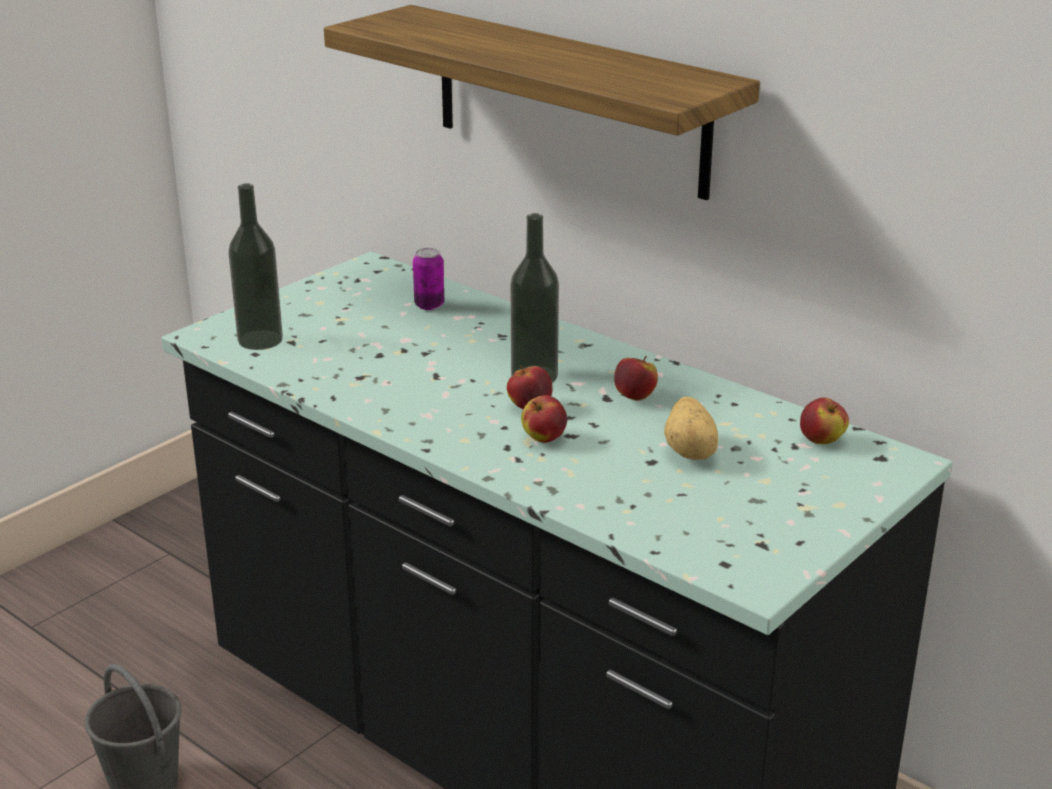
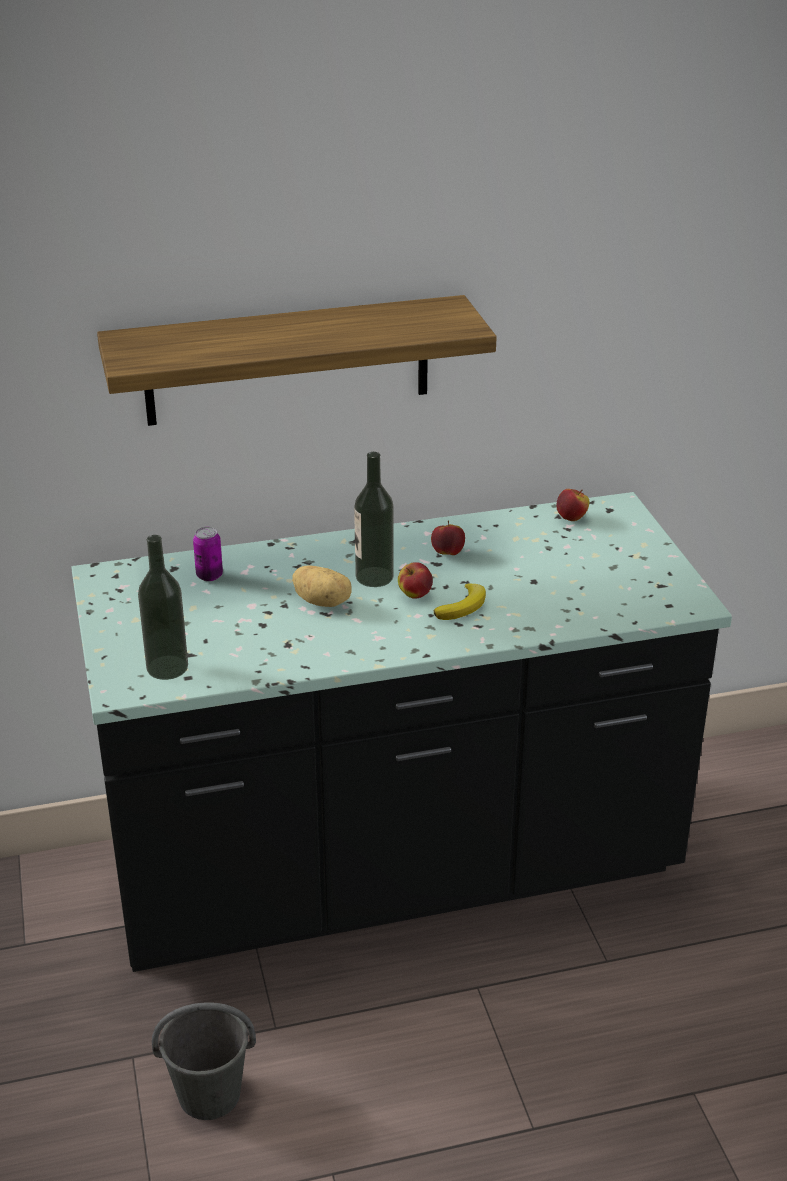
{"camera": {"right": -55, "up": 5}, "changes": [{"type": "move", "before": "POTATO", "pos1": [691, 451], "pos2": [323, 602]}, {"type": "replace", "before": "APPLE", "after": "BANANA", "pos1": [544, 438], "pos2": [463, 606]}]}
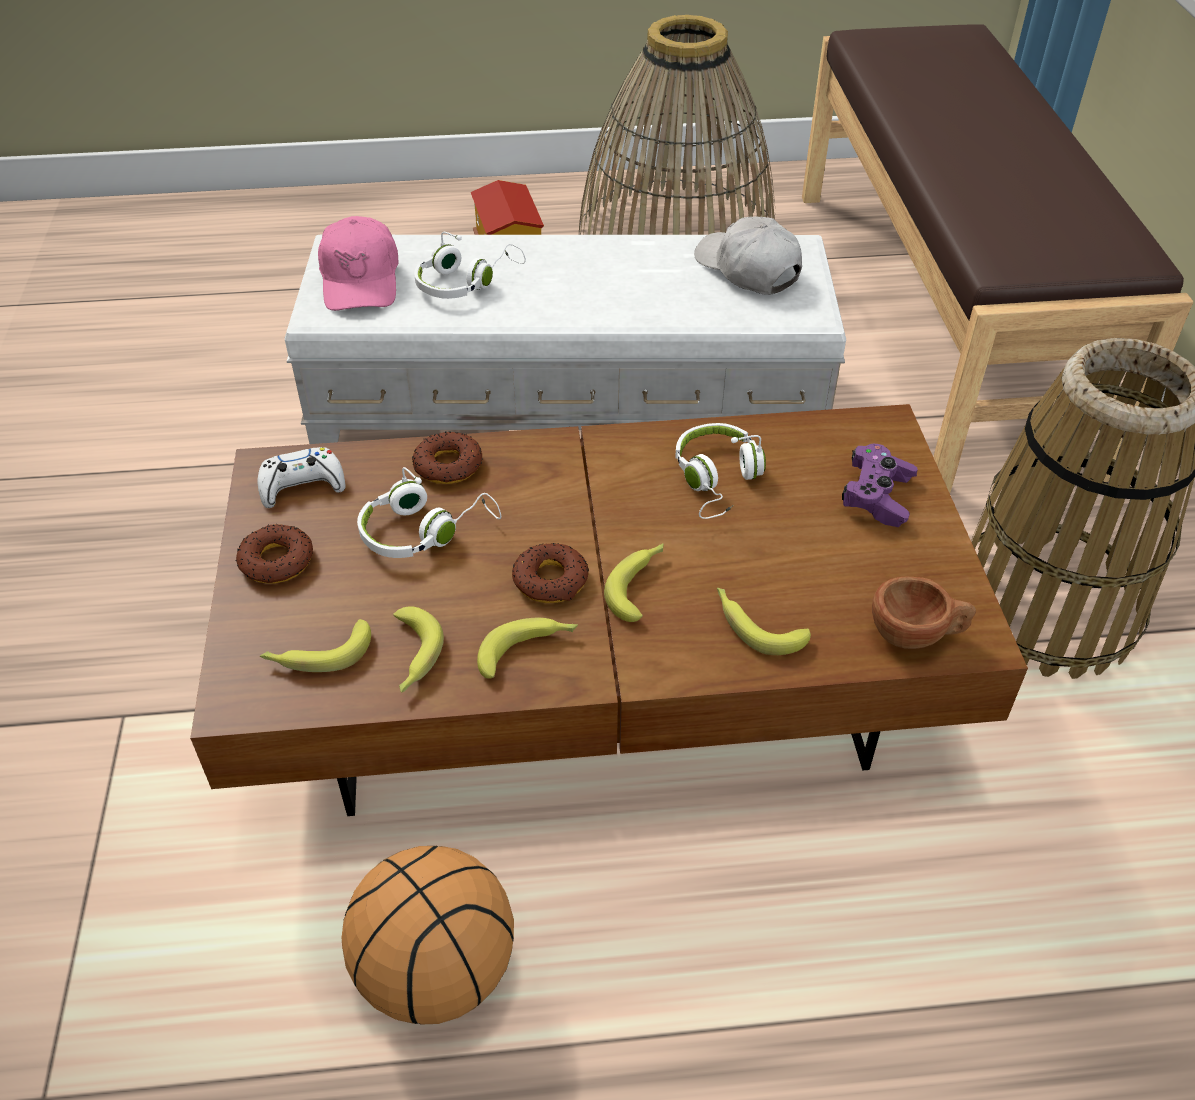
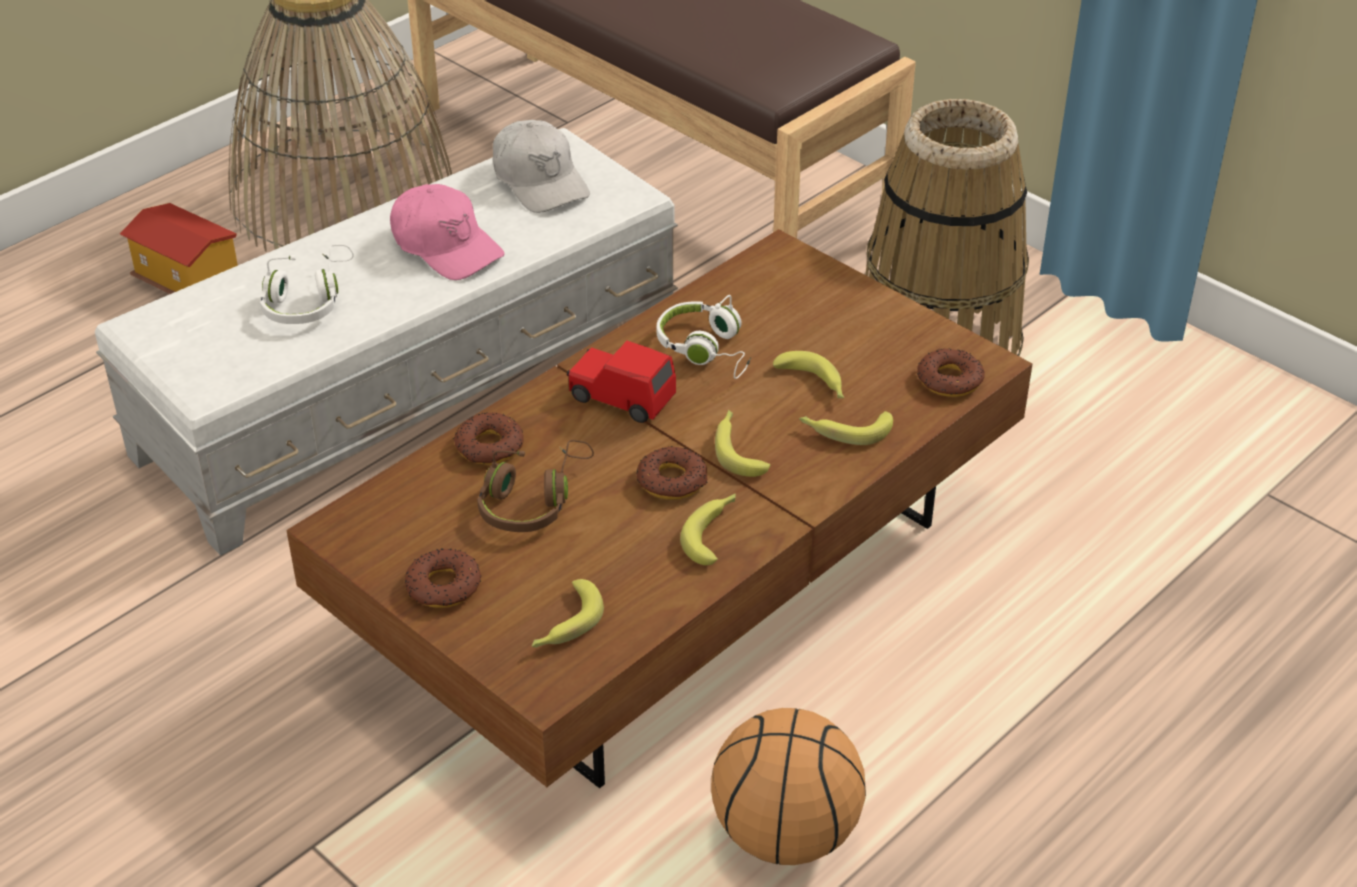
{"camera": {"right": -40, "up": -5}, "changes": [{"type": "delete", "before": "WHITE-COLOURED GAME CONTROLLER", "pos1": [302, 485]}, {"type": "delete", "before": "PURPLISH GAME CONTROLLER", "pos1": [877, 496]}, {"type": "insert", "after": "RED-COLOURED MODEL CAR", "pos2": [621, 398]}, {"type": "move", "before": "PINK CAP", "pos1": [361, 280], "pos2": [446, 246]}, {"type": "move", "before": "BANANA", "pos1": [412, 657], "pos2": [814, 384]}, {"type": "replace", "before": "BROWN-COLOURED CUP", "after": "DONUT", "pos1": [917, 635], "pos2": [949, 380]}, {"type": "recolor", "before": "WHITE-COLOURED PAIR OF HEADPHONES", "after": "BROWN-COLOURED PAIR OF HEADPHONES", "pos1": [424, 530], "pos2": [533, 500]}, {"type": "rotate", "before": "WHITE-COLOURED CAP", "pos1": [747, 269], "pos2": [540, 181], "turn": -135}]}
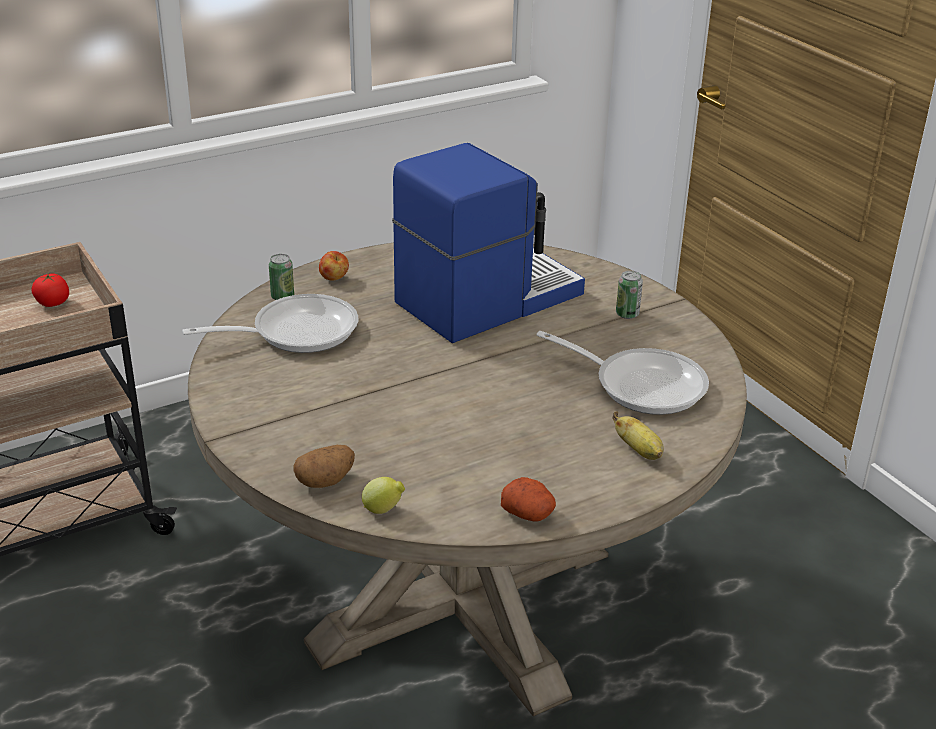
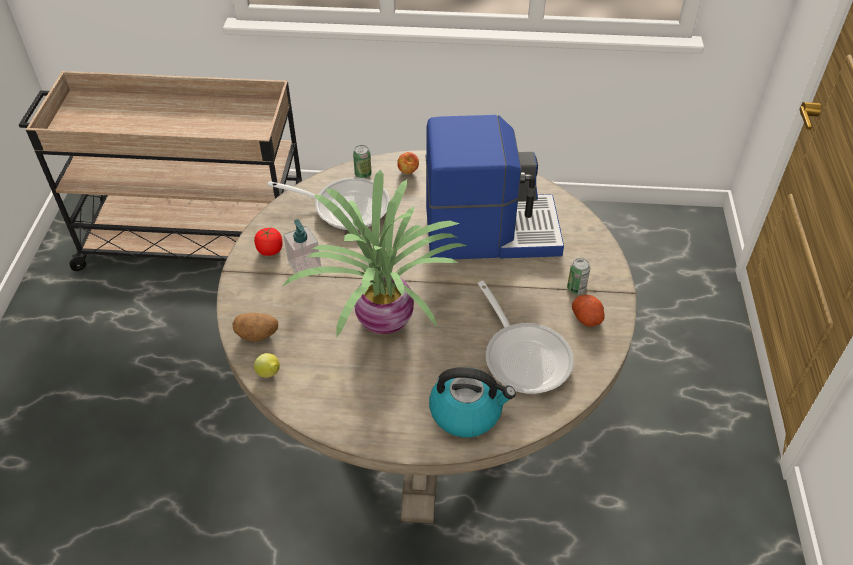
{"camera": {"right": 35, "up": 15}, "changes": [{"type": "insert", "after": "HOUSEPLANT", "pos2": [385, 316]}, {"type": "insert", "after": "SOAP BOTTLE", "pos2": [304, 264]}, {"type": "move", "before": "WHOLE TOMATO", "pos1": [53, 303], "pos2": [270, 250]}, {"type": "move", "before": "POTATO", "pos1": [528, 513], "pos2": [587, 318]}, {"type": "replace", "before": "BANANA", "after": "TEA KETTLE", "pos1": [639, 451], "pos2": [467, 412]}]}
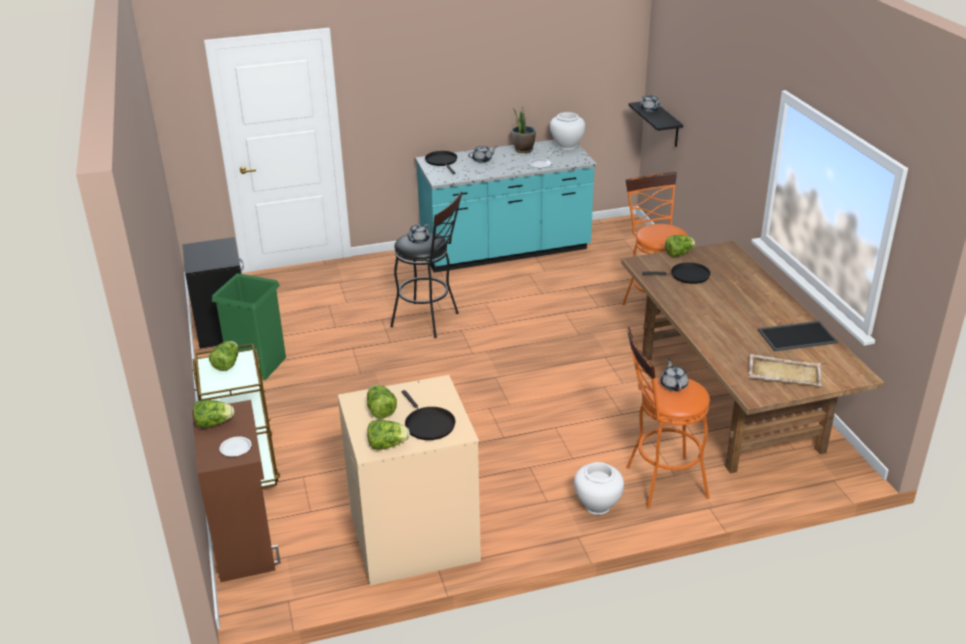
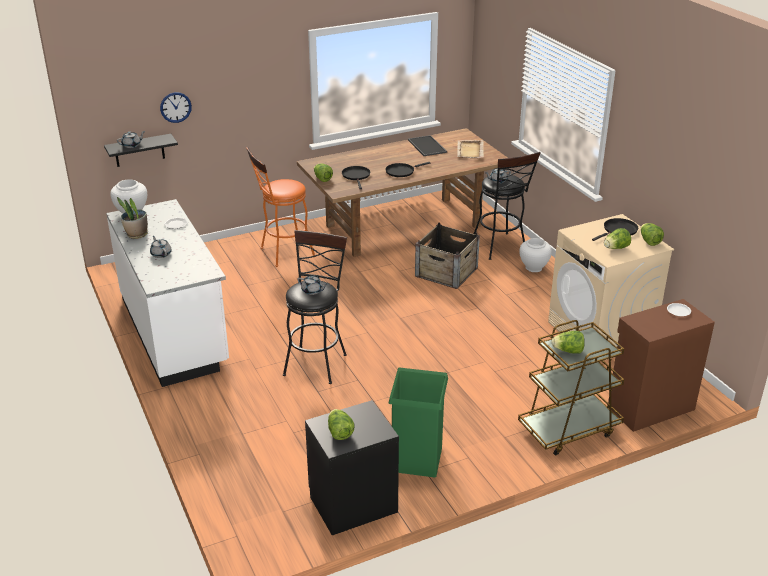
{"camera": {"right": -100, "up": 0}, "changes": [{"type": "insert", "after": "CLOCK ON THE WALL", "pos2": [175, 107]}, {"type": "insert", "after": "SHIPPING CRATE", "pos2": [446, 272]}, {"type": "move", "before": "LETTUCE", "pos1": [214, 423], "pos2": [339, 432]}, {"type": "move", "before": "BLACKISH FRYING PAN", "pos1": [442, 161], "pos2": [401, 171]}, {"type": "recolor", "before": "TURQUOISE KITCHEN BASE UNIT", "after": "WHITE-COLOURED KITCHEN BASE UNIT", "pos1": [505, 251], "pos2": [175, 331]}, {"type": "recolor", "before": "ORANGE-COLOURED SITTING STOOL", "after": "BLACKISH SITTING STOOL", "pos1": [659, 483], "pos2": [501, 248]}]}
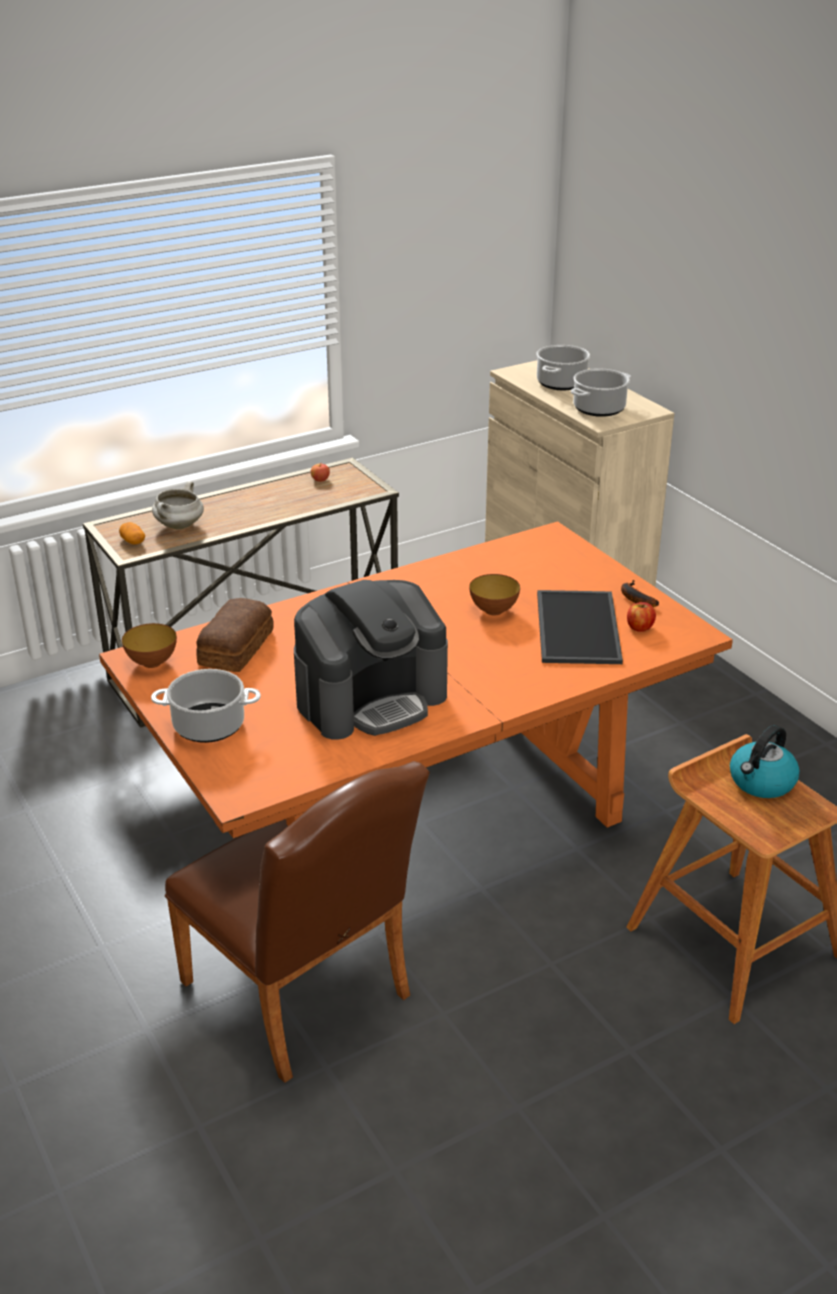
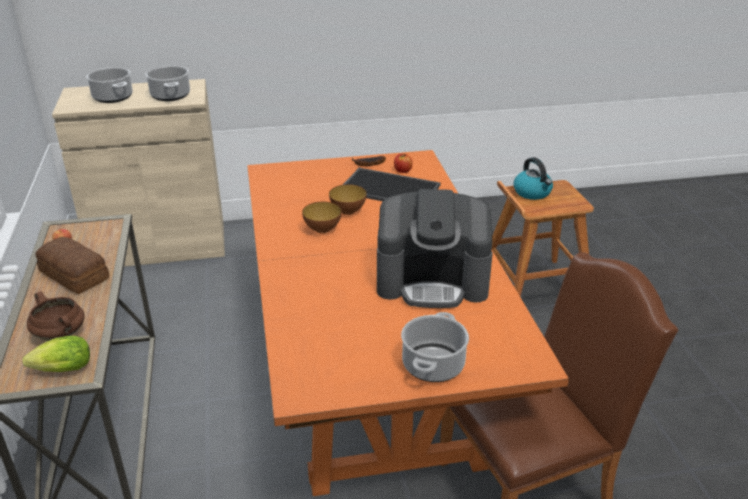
{"camera": {"right": -70, "up": 0}, "changes": [{"type": "move", "before": "BOWL", "pos1": [152, 663], "pos2": [322, 230]}, {"type": "move", "before": "BAKED BREAD", "pos1": [234, 648], "pos2": [74, 275]}, {"type": "replace", "before": "POTATO", "after": "LETTUCE", "pos1": [133, 541], "pos2": [60, 370]}, {"type": "recolor", "before": "WHITE-COLOURED COOKING POT", "after": "BROWN-COLOURED COOKING POT", "pos1": [179, 526], "pos2": [61, 335]}, {"type": "rotate", "before": "COFFEE MAKER", "pos1": [371, 698], "pos2": [432, 280], "turn": 105}]}
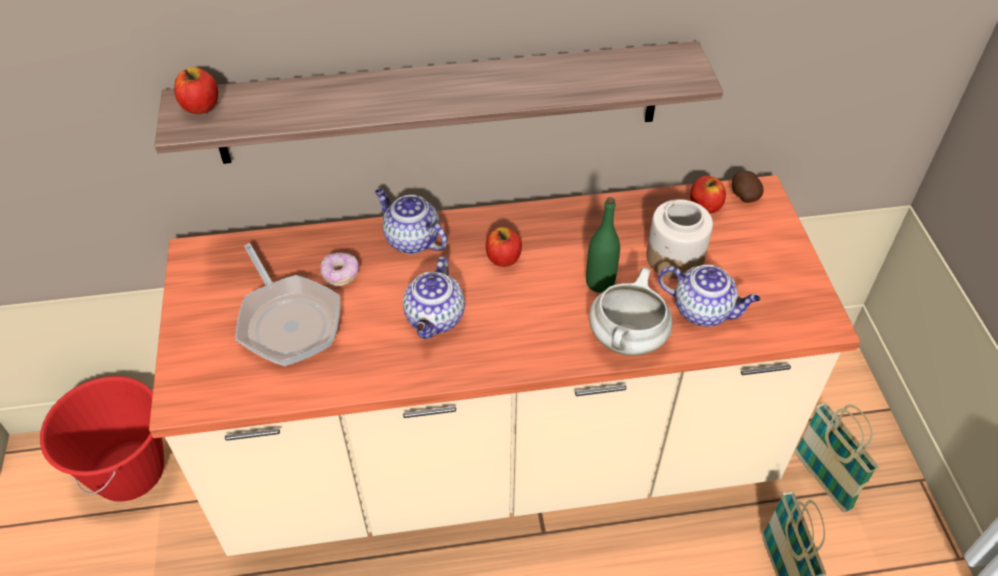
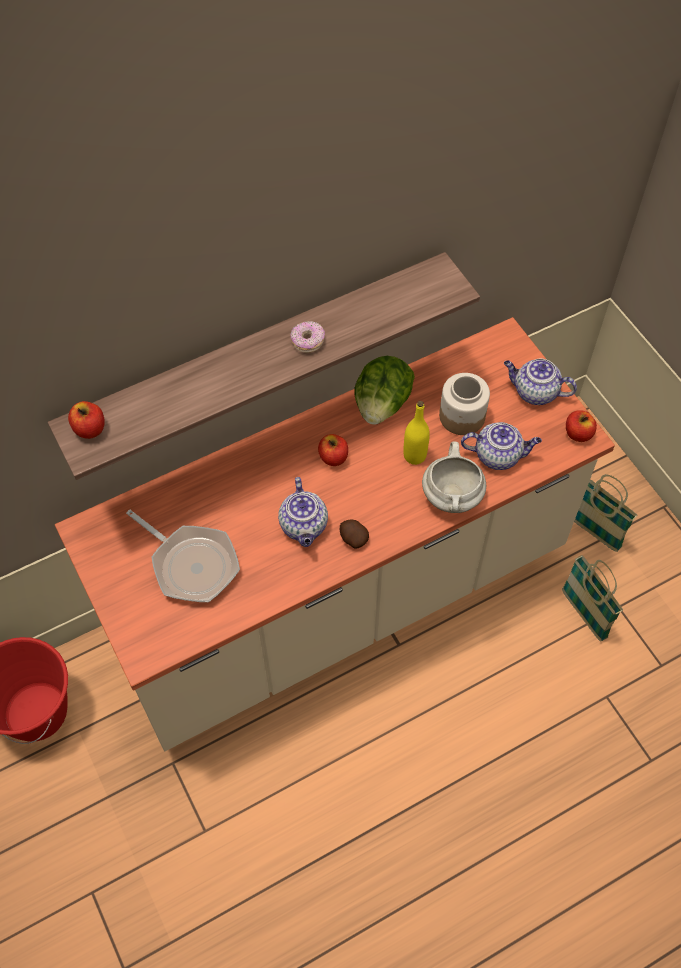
{"camera": {"right": -20, "up": 10}, "changes": [{"type": "insert", "after": "LETTUCE", "pos2": [382, 404]}, {"type": "move", "before": "DONUT", "pos1": [340, 275], "pos2": [307, 341]}, {"type": "move", "before": "TEAPOT", "pos1": [411, 240], "pos2": [534, 392]}, {"type": "move", "before": "APPLE", "pos1": [704, 206], "pos2": [578, 433]}, {"type": "move", "before": "POTATO", "pos1": [743, 195], "pos2": [353, 538]}, {"type": "recolor", "before": "GREENISH DRINK BOTTLE", "after": "YELLOWISH DRINK BOTTLE", "pos1": [600, 283], "pos2": [414, 455]}]}
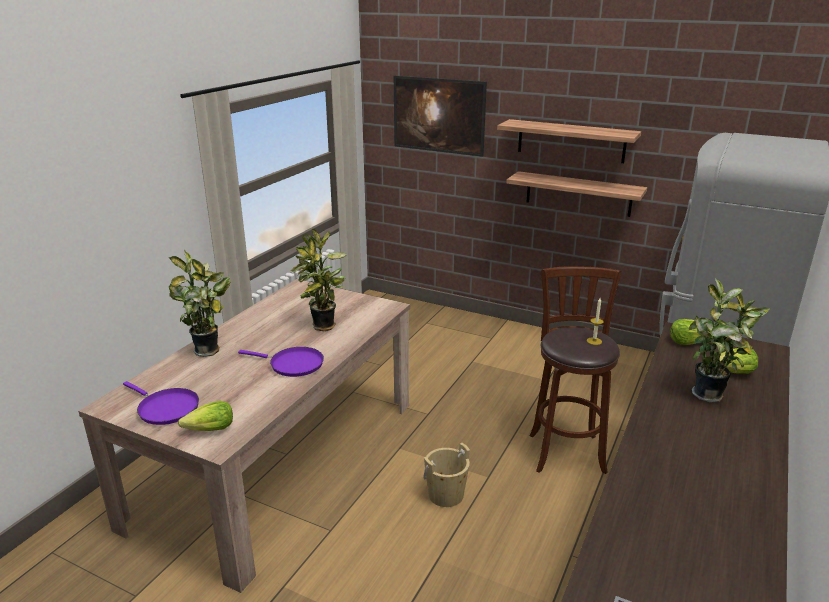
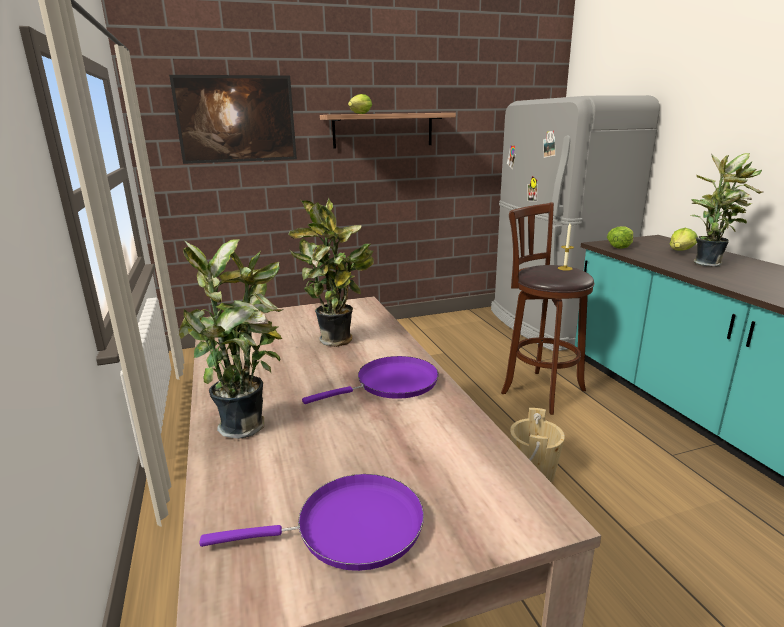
{"camera": {"right": -45, "up": -5}, "changes": [{"type": "delete", "before": "SHELF", "pos1": [578, 194]}, {"type": "move", "before": "LETTUCE", "pos1": [210, 430], "pos2": [360, 113]}]}
